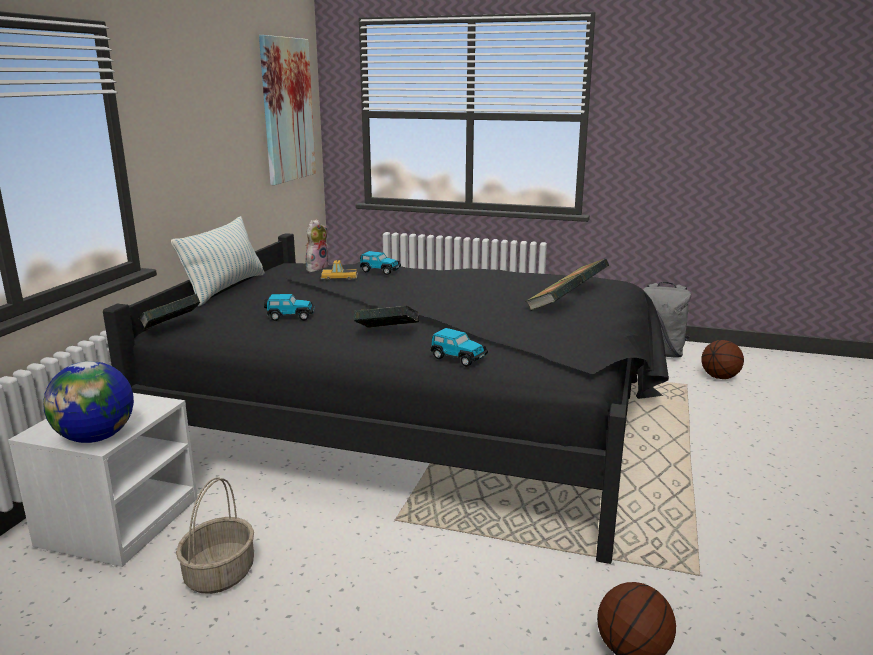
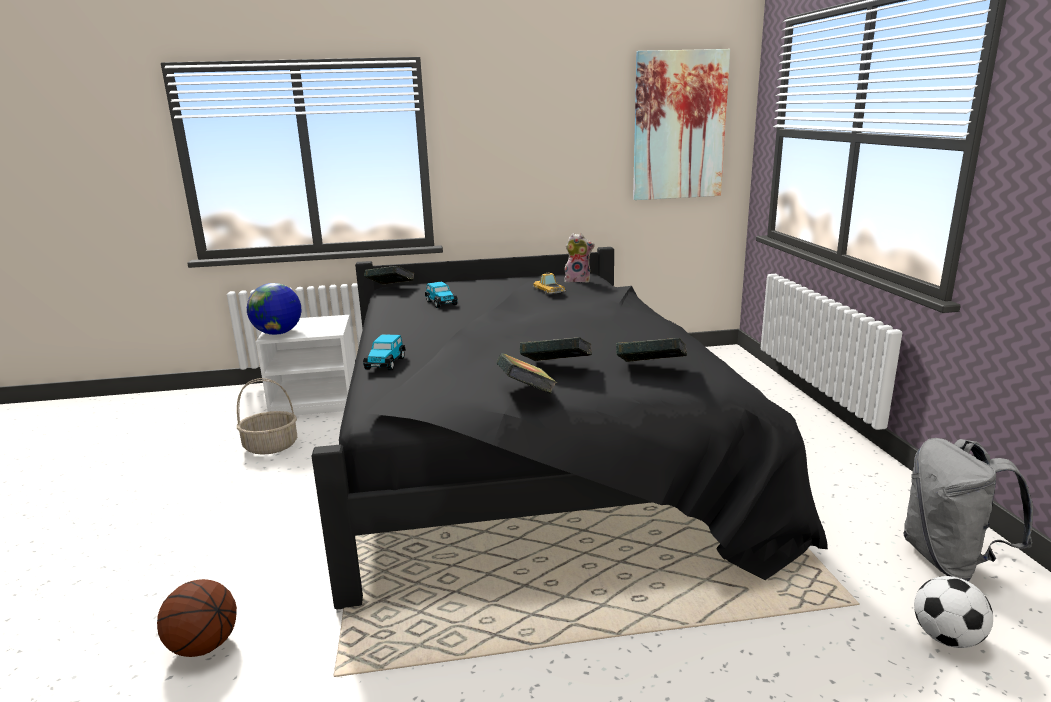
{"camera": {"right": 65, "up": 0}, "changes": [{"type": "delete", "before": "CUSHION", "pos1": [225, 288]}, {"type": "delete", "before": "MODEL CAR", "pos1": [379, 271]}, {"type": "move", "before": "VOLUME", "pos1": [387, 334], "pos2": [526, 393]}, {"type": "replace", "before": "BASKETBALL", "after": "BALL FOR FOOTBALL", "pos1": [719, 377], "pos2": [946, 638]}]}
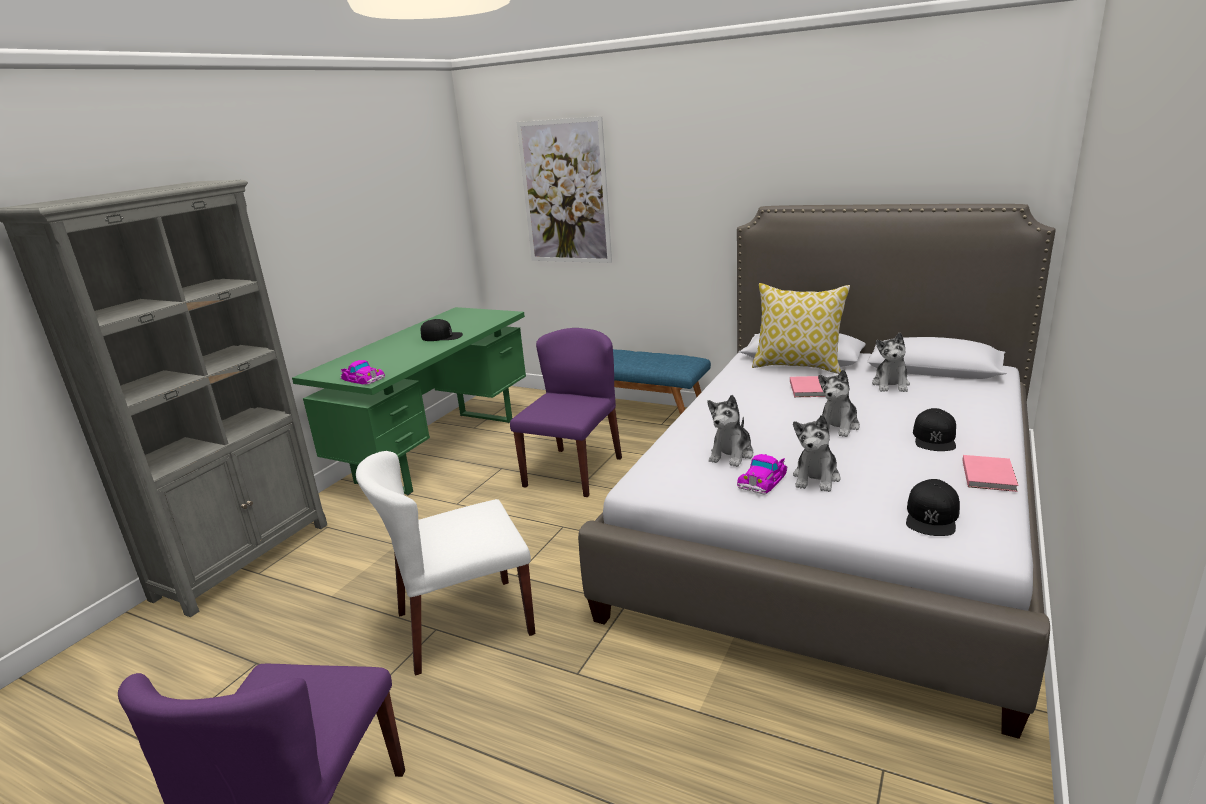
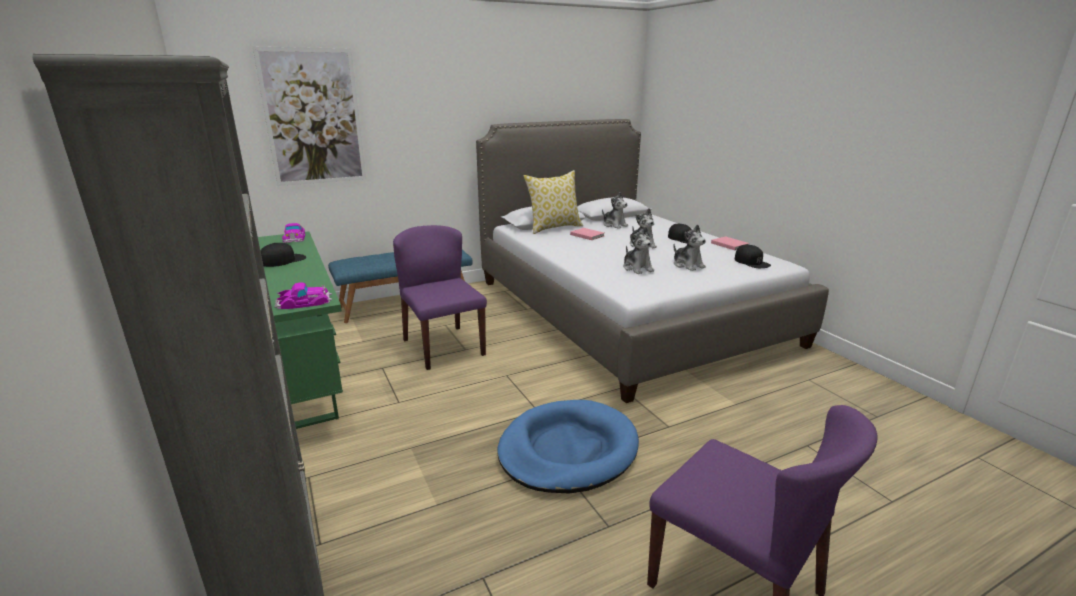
{"camera": {"right": -55, "up": 0}, "changes": [{"type": "move", "before": "MODEL CAR", "pos1": [763, 479], "pos2": [294, 237]}, {"type": "replace", "before": "WHITE-COLOURED UPRIGHT CHAIR", "after": "BLUISH PET BED", "pos1": [463, 624], "pos2": [567, 450]}]}
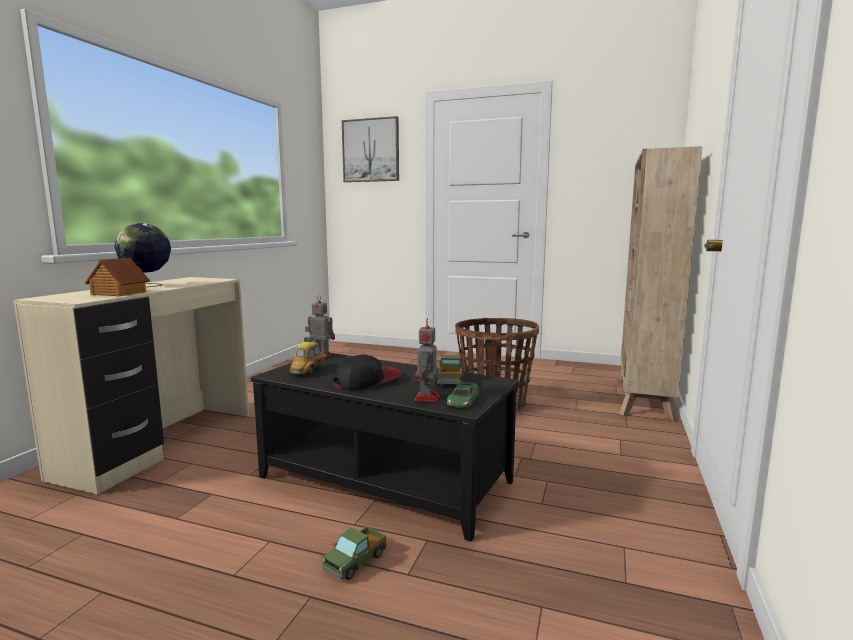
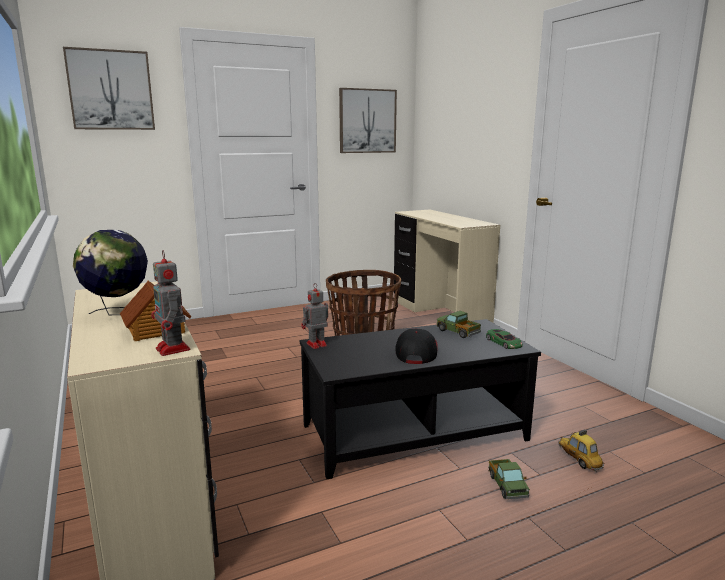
{"camera": {"right": -45, "up": 5}, "changes": [{"type": "insert", "after": "WALL PICTURE", "pos2": [367, 121]}, {"type": "move", "before": "MODEL CAR", "pos1": [309, 371], "pos2": [579, 460]}, {"type": "move", "before": "ROBOT FIGURE", "pos1": [426, 398], "pos2": [173, 349]}, {"type": "replace", "before": "SAND-COLOURED BOOKSHELF", "after": "SAND-COLOURED DESK TABLE", "pos1": [643, 398], "pos2": [438, 314]}]}
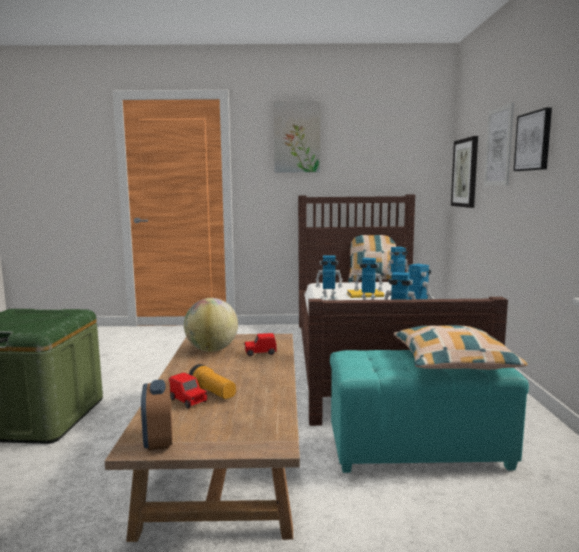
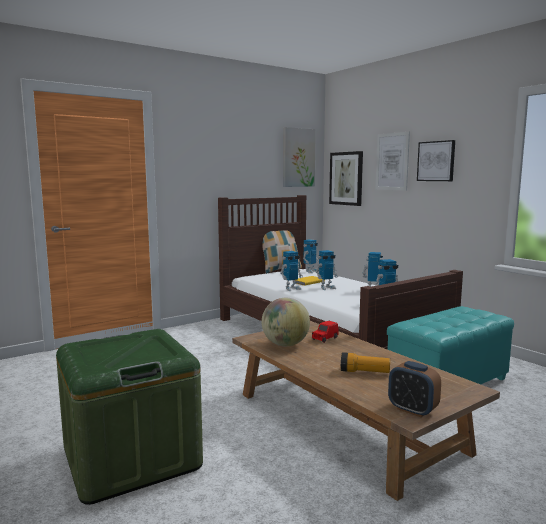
{"camera": {"right": -35, "up": 0}, "changes": [{"type": "delete", "before": "RED-COLOURED MODEL CAR", "pos1": [188, 401]}, {"type": "delete", "before": "CUSHION", "pos1": [453, 361]}, {"type": "move", "before": "WALL PICTURE", "pos1": [297, 137], "pos2": [298, 157]}]}
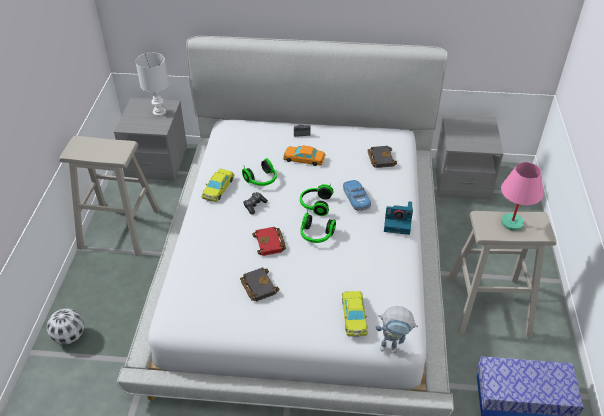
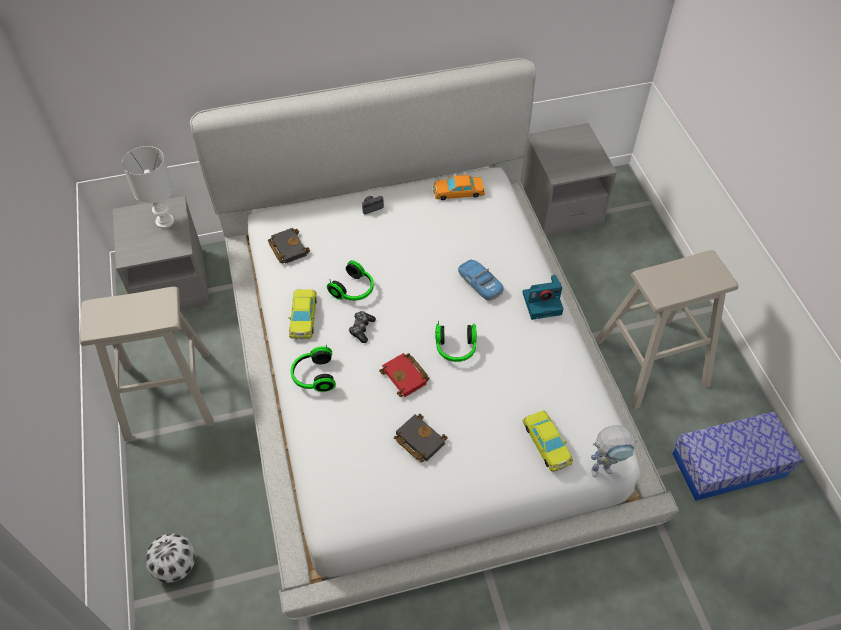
{"camera": {"right": -20, "up": 10}, "changes": [{"type": "delete", "before": "PINK LAMP FOR A TABLE", "pos1": [512, 223]}, {"type": "move", "before": "ORANGE-COLOURED MODEL CAR", "pos1": [304, 158], "pos2": [458, 191]}, {"type": "move", "before": "PAIR OF HEADPHONES", "pos1": [315, 205], "pos2": [313, 376]}, {"type": "move", "before": "BLACKISH VOLUME", "pos1": [380, 158], "pos2": [287, 248]}]}
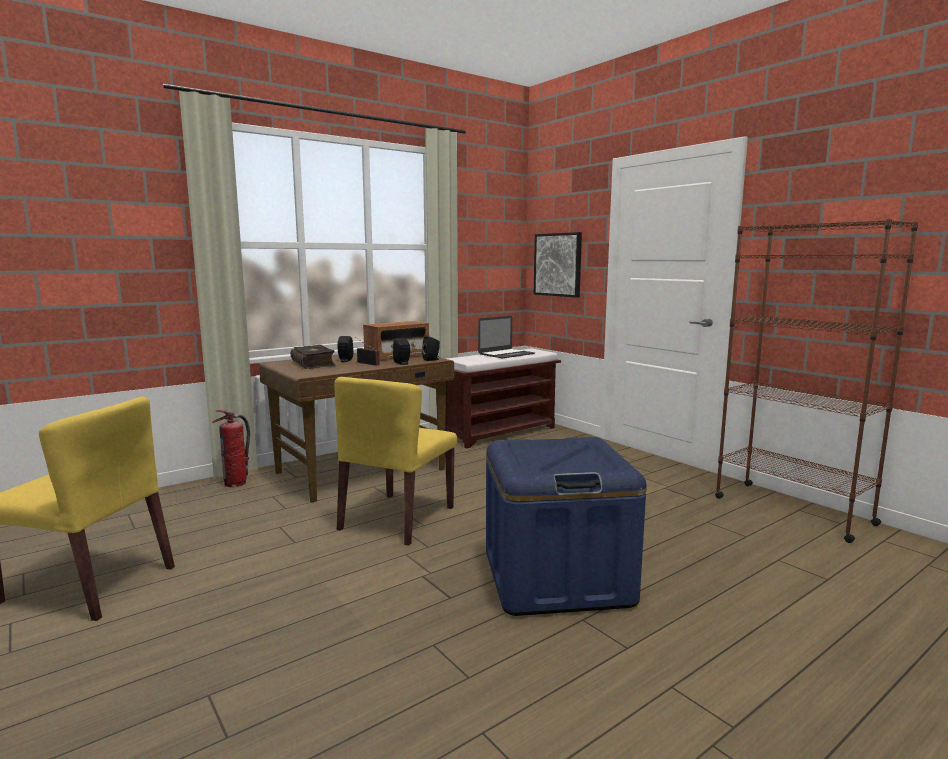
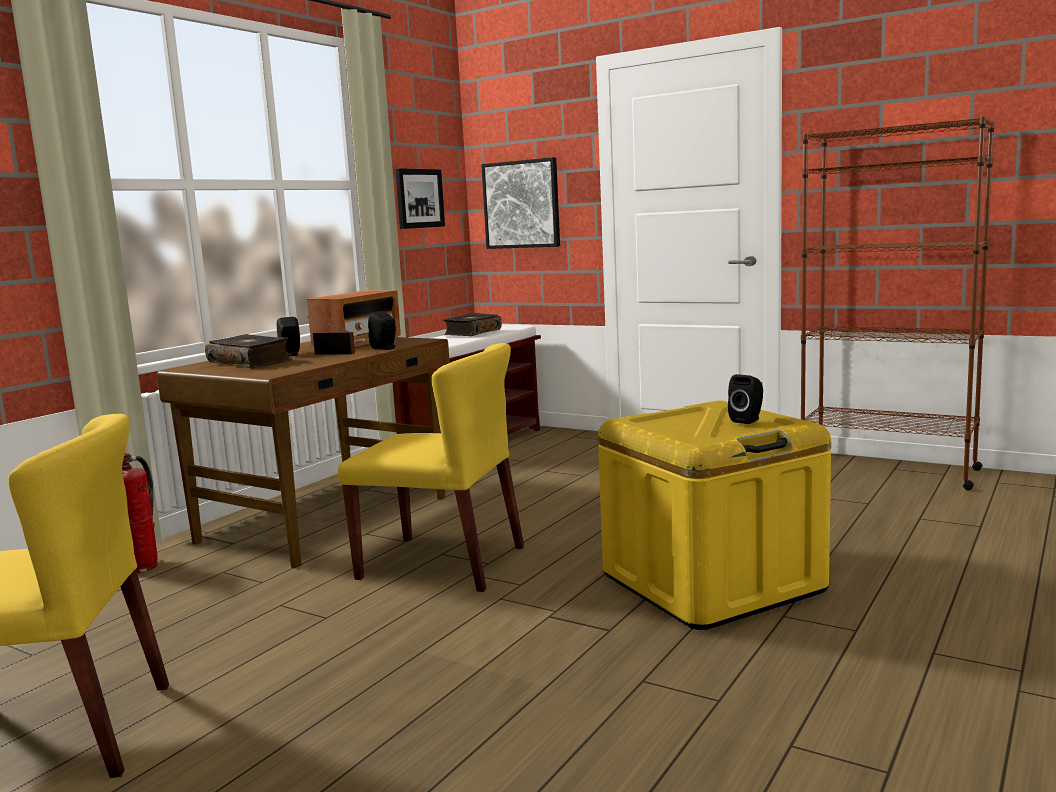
{"camera": {"right": -20, "up": 0}, "changes": [{"type": "insert", "after": "WALL PICTURE", "pos2": [419, 198]}, {"type": "move", "before": "BLACKISH SPEAKER", "pos1": [432, 359], "pos2": [748, 420]}, {"type": "replace", "before": "LAPTOP", "after": "VOLUME", "pos1": [506, 354], "pos2": [472, 333]}, {"type": "recolor", "before": "BLUISH STORAGE BIN", "after": "YELLOWISH STORAGE BIN", "pos1": [556, 577], "pos2": [711, 583]}, {"type": "rotate", "before": "YELLOWISH UPRIGHT CHAIR", "pos1": [397, 518], "pos2": [443, 563], "turn": -75}]}
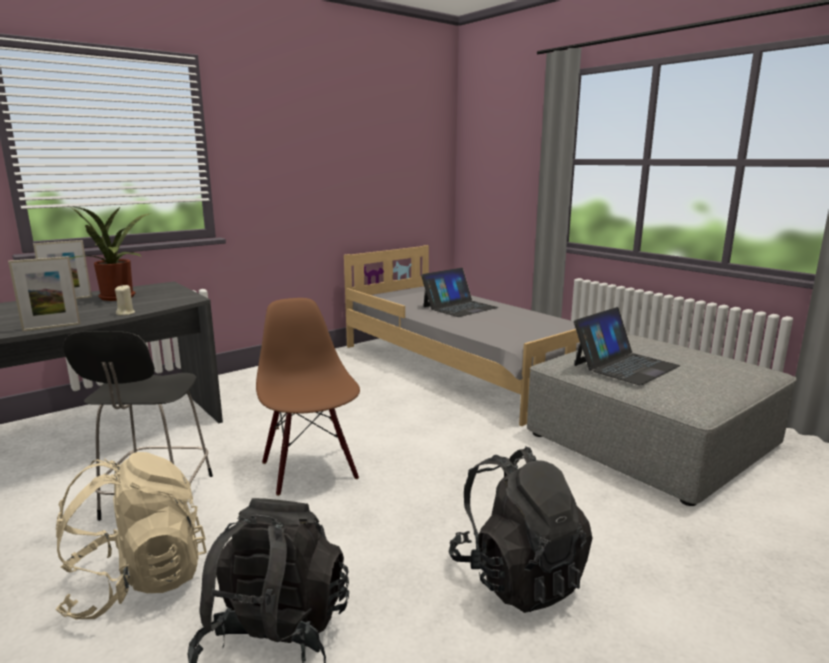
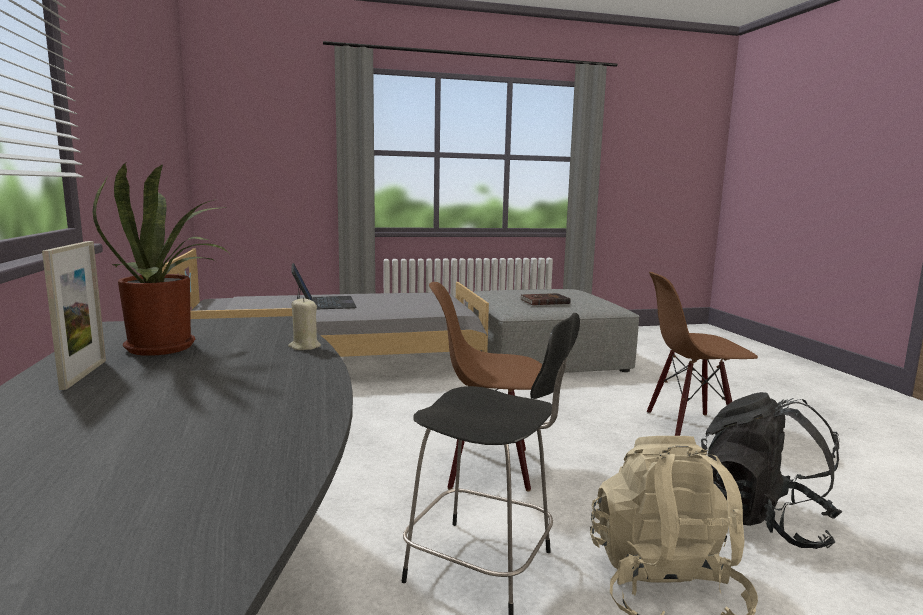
{"camera": {"right": -65, "up": -5}, "changes": [{"type": "delete", "before": "PICTURE FRAME", "pos1": [52, 327]}, {"type": "replace", "before": "BLACKISH RUCKSACK", "after": "BROWN-COLOURED UPRIGHT CHAIR", "pos1": [517, 576], "pos2": [690, 428]}, {"type": "replace", "before": "LAPTOP", "after": "BROWN-COLOURED VOLUME", "pos1": [625, 365], "pos2": [544, 301]}]}
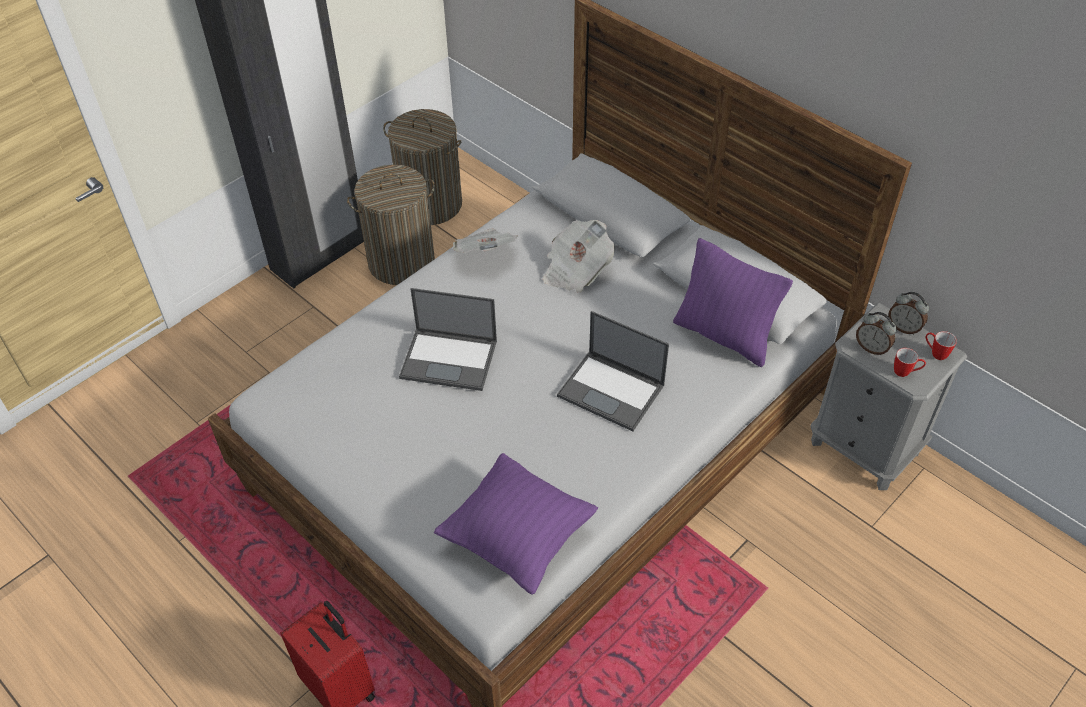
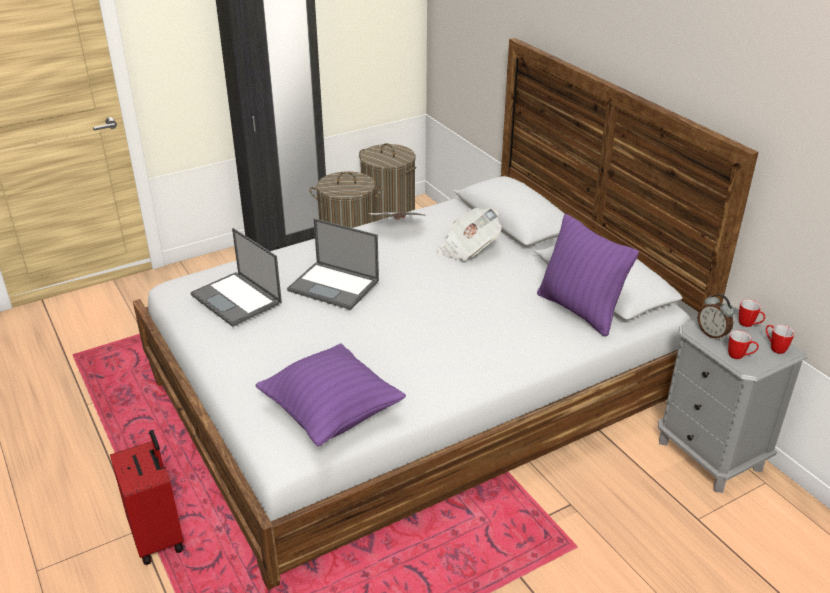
{"camera": {"right": 15, "up": -15}, "changes": [{"type": "move", "before": "LAPTOP", "pos1": [612, 391], "pos2": [237, 299]}, {"type": "replace", "before": "ALARM CLOCK", "after": "COFFEE MUG", "pos1": [903, 327], "pos2": [749, 325]}]}
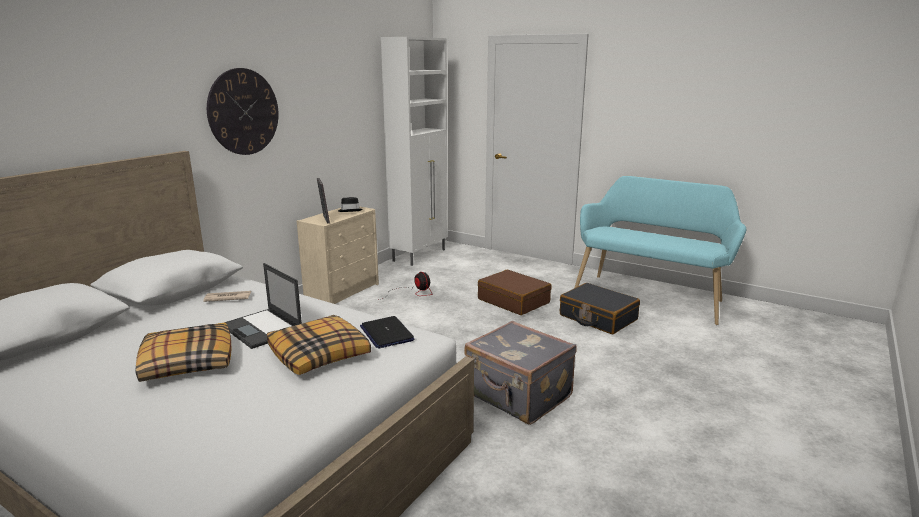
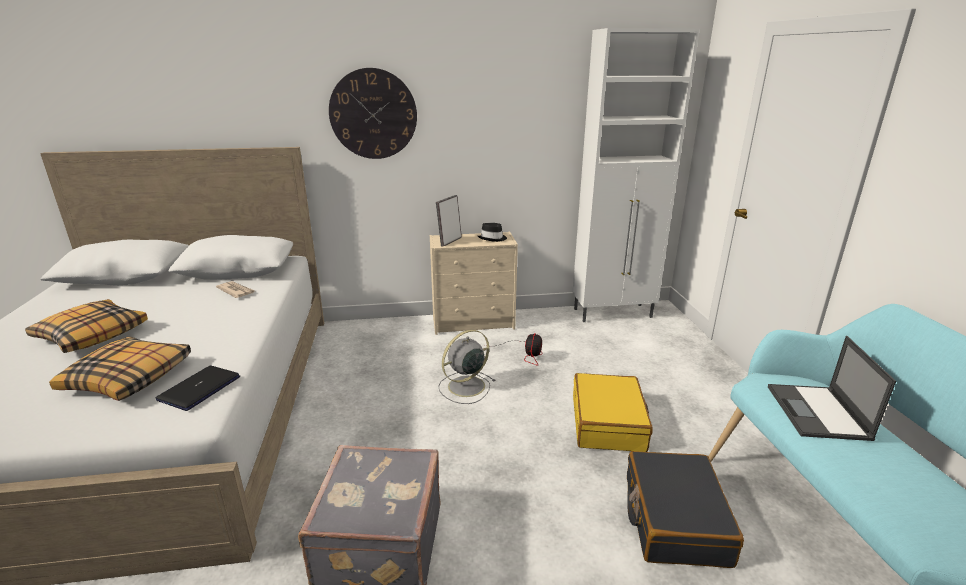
{"camera": {"right": 50, "up": 5}, "changes": [{"type": "insert", "after": "GREY FAN", "pos2": [465, 387]}, {"type": "move", "before": "LAPTOP", "pos1": [262, 329], "pos2": [818, 413]}, {"type": "recolor", "before": "BROWN-COLOURED PIECE OF LUGGAGE", "after": "YELLOWISH PIECE OF LUGGAGE", "pos1": [514, 301], "pos2": [608, 423]}]}
